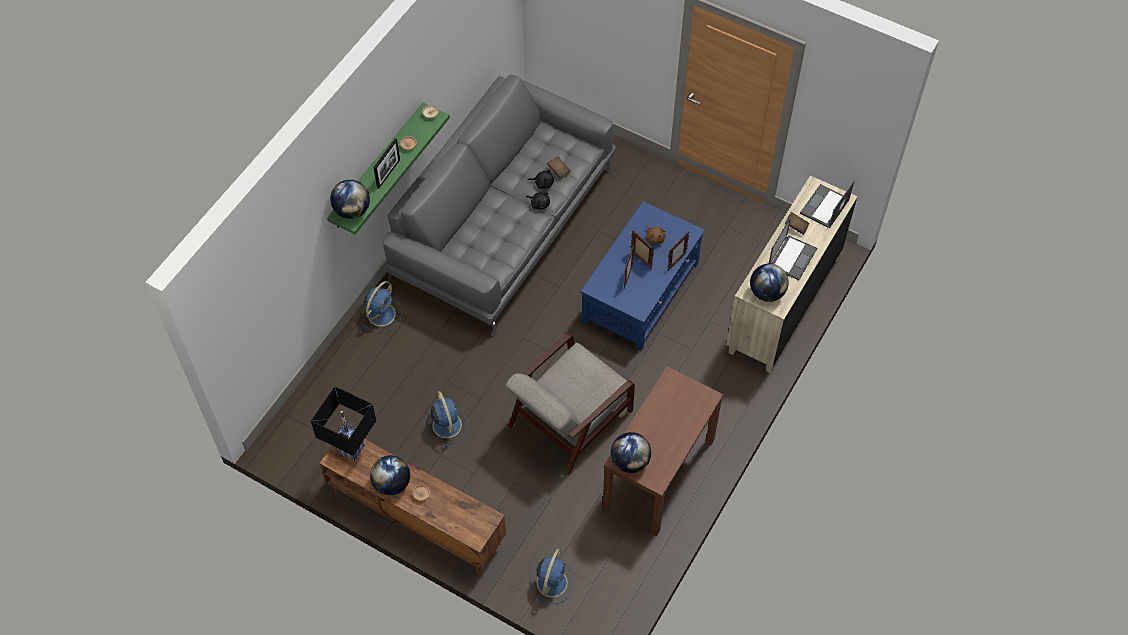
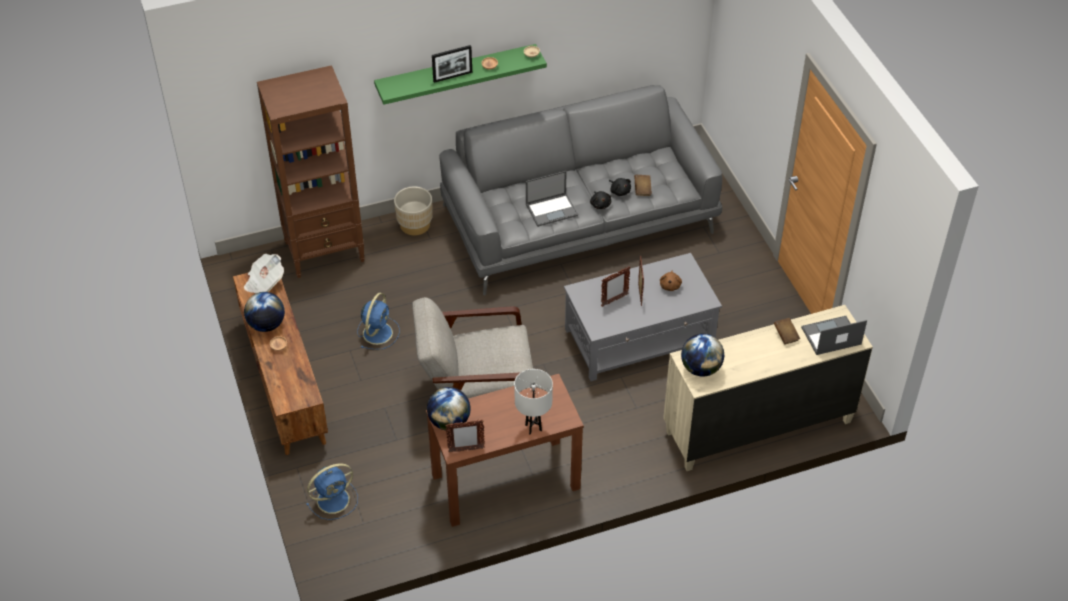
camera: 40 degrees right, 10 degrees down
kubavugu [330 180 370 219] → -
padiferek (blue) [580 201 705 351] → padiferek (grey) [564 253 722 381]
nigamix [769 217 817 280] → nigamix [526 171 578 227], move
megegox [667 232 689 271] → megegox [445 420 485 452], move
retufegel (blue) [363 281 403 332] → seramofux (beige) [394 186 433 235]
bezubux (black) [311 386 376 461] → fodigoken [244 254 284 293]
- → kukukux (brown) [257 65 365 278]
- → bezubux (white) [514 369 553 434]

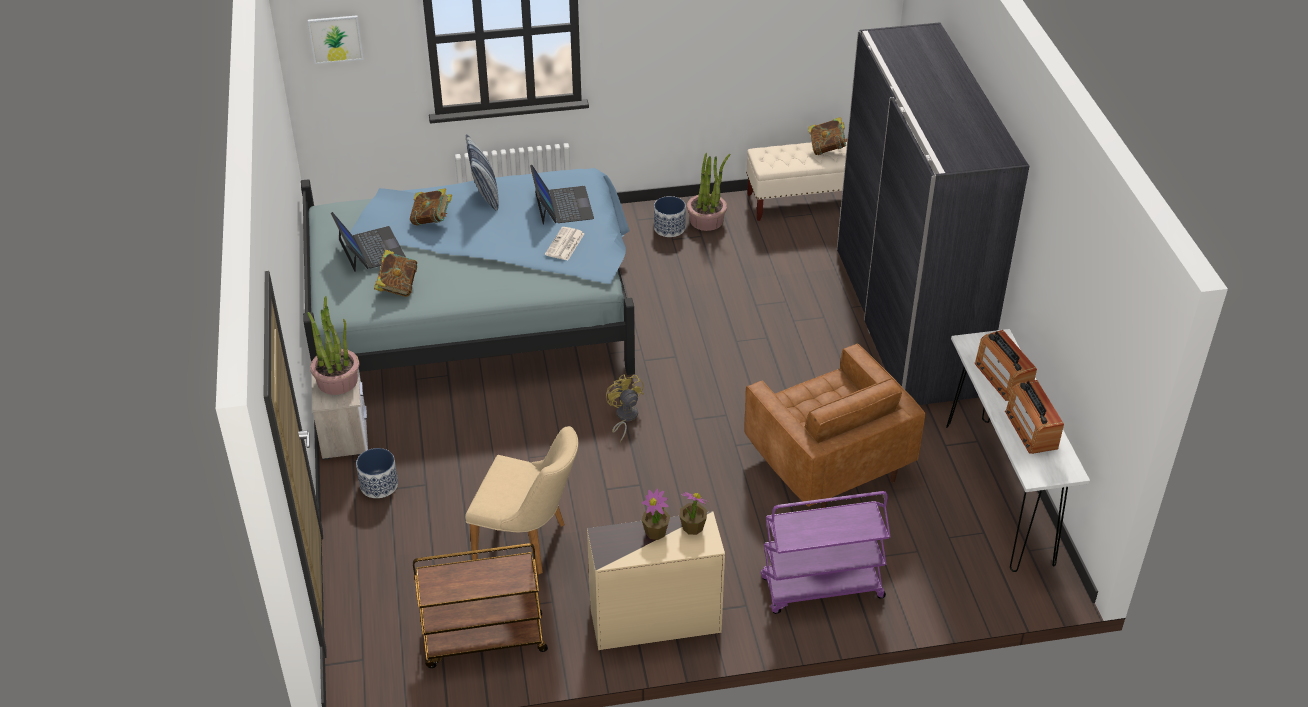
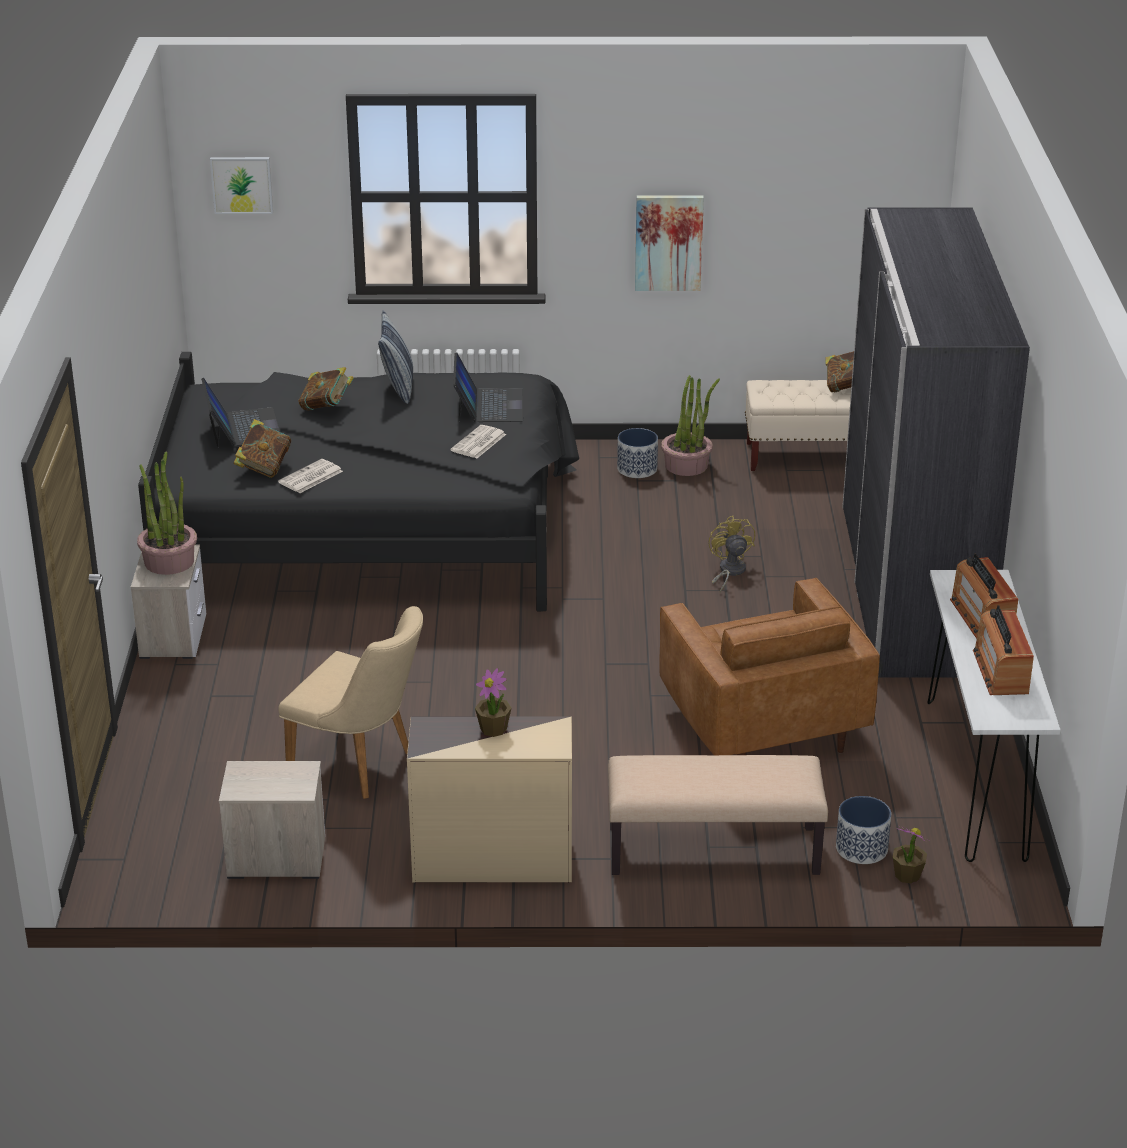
camera: 10 degrees right, 10 degrees down
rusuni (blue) [301 168 635 375] → rusuni (black) [138 352 579 611]
retufegel (yellow) [606 374 644 442] → retufegel (yellow) [708 516 755 593], move
seramofux [356 448 398 498] → seramofux [836 796 891 864], move
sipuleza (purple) [761 491 891 614] → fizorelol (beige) [608 755 828 875]
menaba [680 492 708 535] → menaba [892 826 928 884], move
sipuleza (brown) [413 543 548 668] → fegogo [219 761 325 879]
- → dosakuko [635 195 704 291]
- → fodigoken [278 459 343 493]

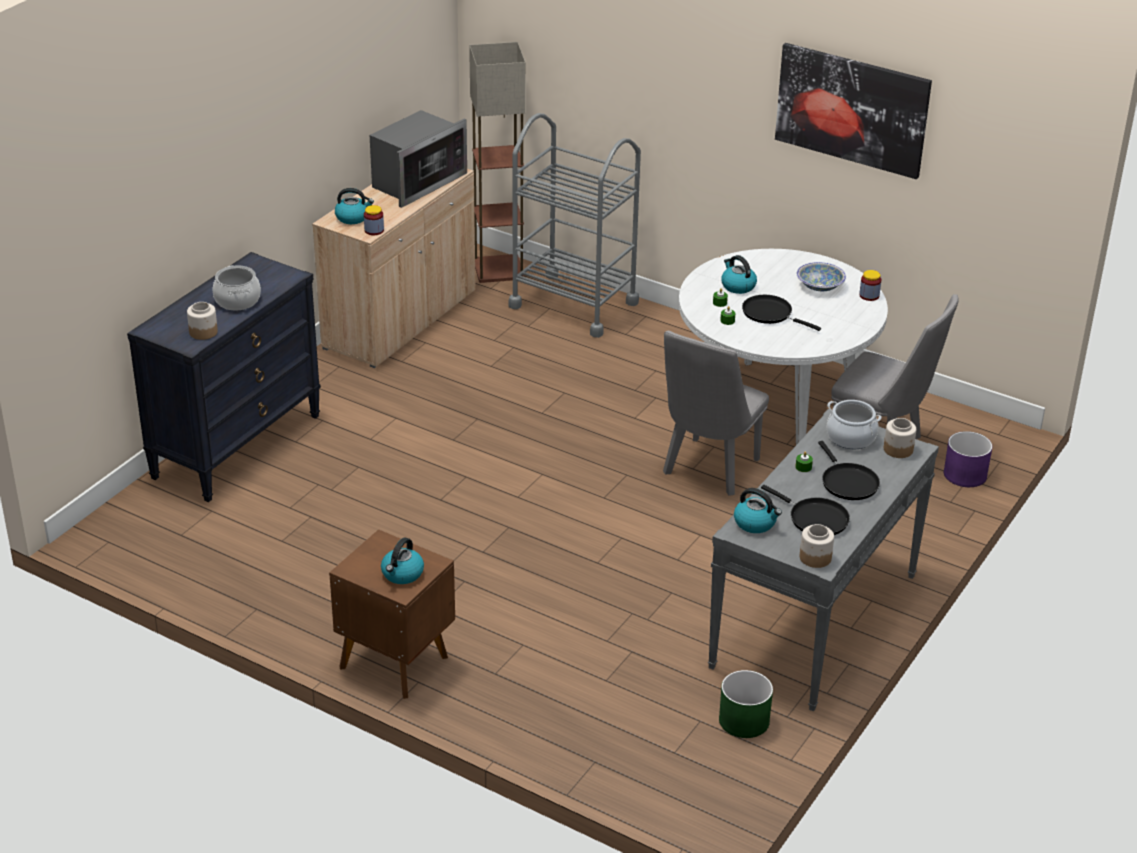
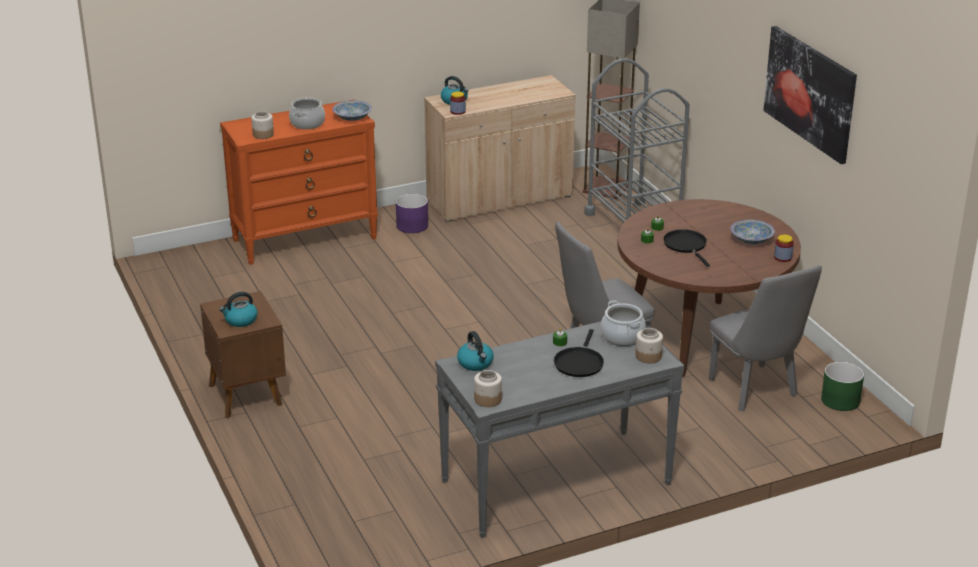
camera: 35 degrees right, 5 degrees down
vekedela [370 110 467 208] → -
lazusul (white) [679 249 888 445] → lazusul (brown) [617 199 801 377]
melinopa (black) [127 252 321 502] → melinopa (orange) [220 100 378 265]
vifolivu [721 255 757 294] → -
seramofux (purple) [944 431 992 487] → seramofux (purple) [396 194 428 233], move
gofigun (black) [761 485 850 535] → -
seramofux (green) [719 670 773 738] → seramofux (green) [821 362 864 411], move
- → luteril [333 100 372 121]

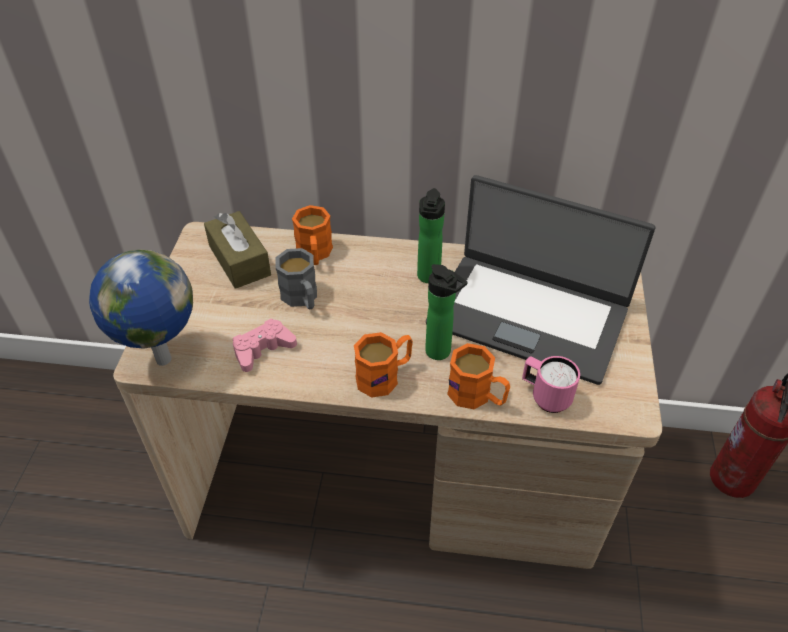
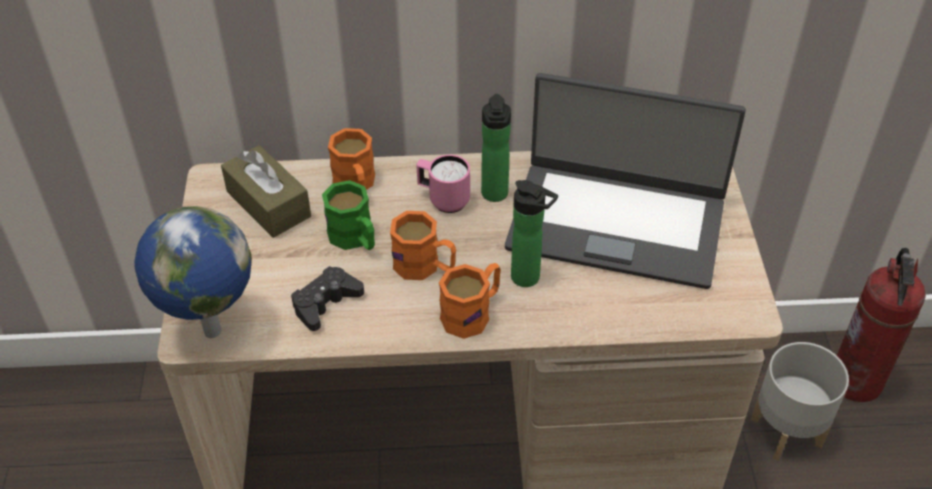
camera: 10 degrees left, 0 degrees up
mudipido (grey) [275 248 317 310] → mudipido (green) [322 180 375 250]
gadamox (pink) [233 319 297 372] → gadamox (black) [291 266 364 331]
mudipido (orange) [447 343 510 409] → mudipido (orange) [390 211 456 280], move
mudipido (pink) [522 356 580 413] → mudipido (pink) [416 154 470 213], move
- → seramofux (grey) [751 342 849 461]

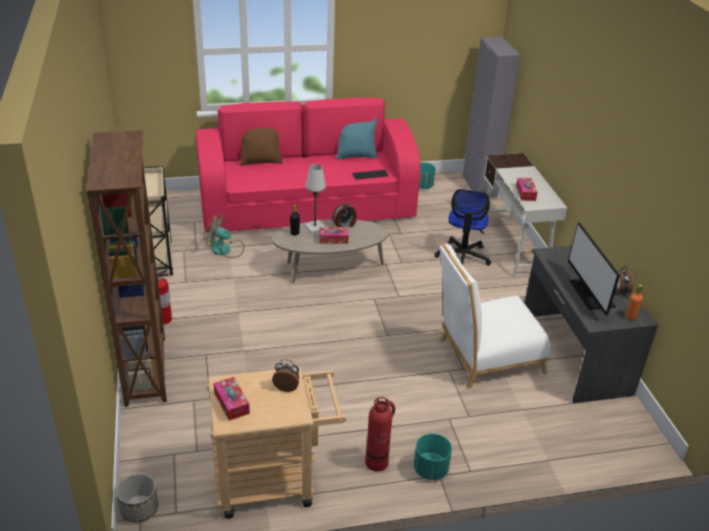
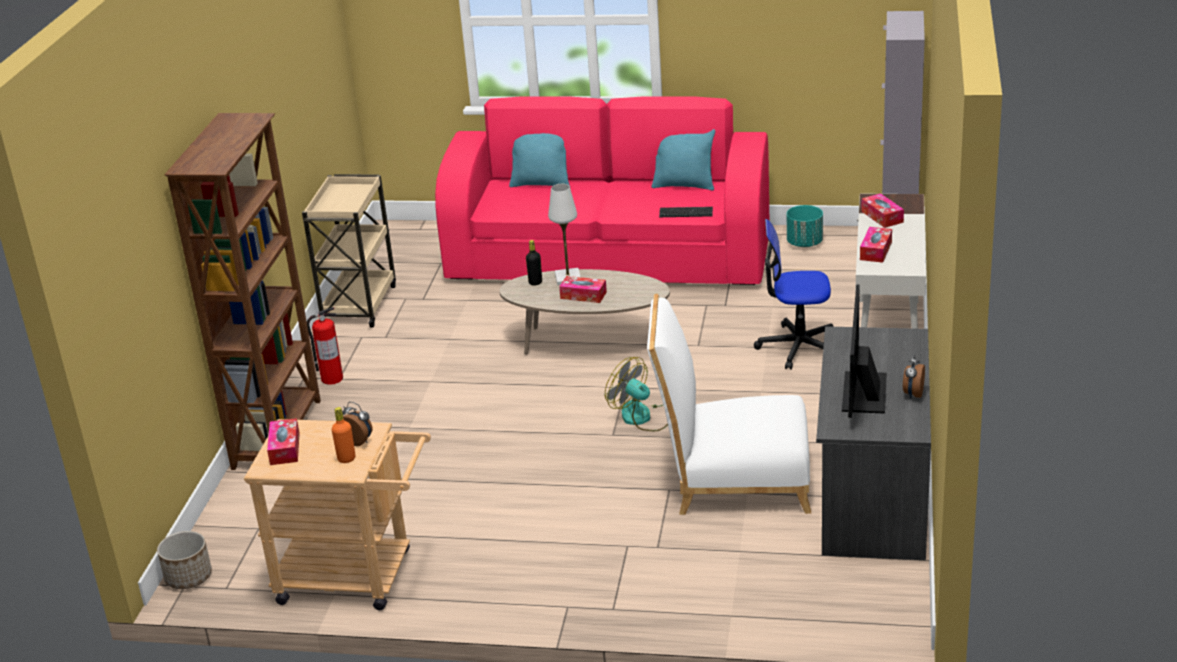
camera: 25 degrees right, 5 degrees down
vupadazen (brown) [240 128 283 166] → vupadazen (turquoise) [509 133 570 187]
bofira [434 189 491 266] → bofira [754 219 834 370], 60 degrees clockwise
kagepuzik [332 203 357 227] → -
retufegel [204 214 244 258] → retufegel [605 357 668 431], move
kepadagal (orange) [625 284 643 320] → kepadagal (orange) [332 407 355 463], move
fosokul [365 397 395 472] → -
seramofux (turquoise) [414 433 452 480] → -
- → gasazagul [861 193 904 228]

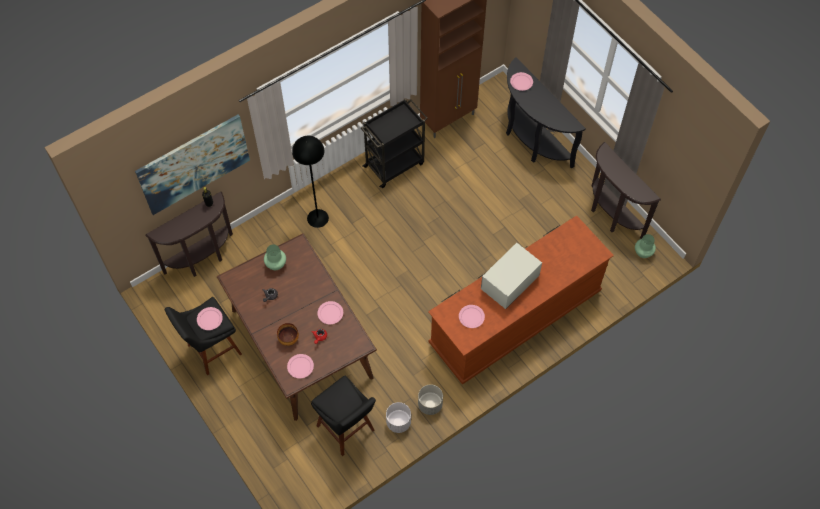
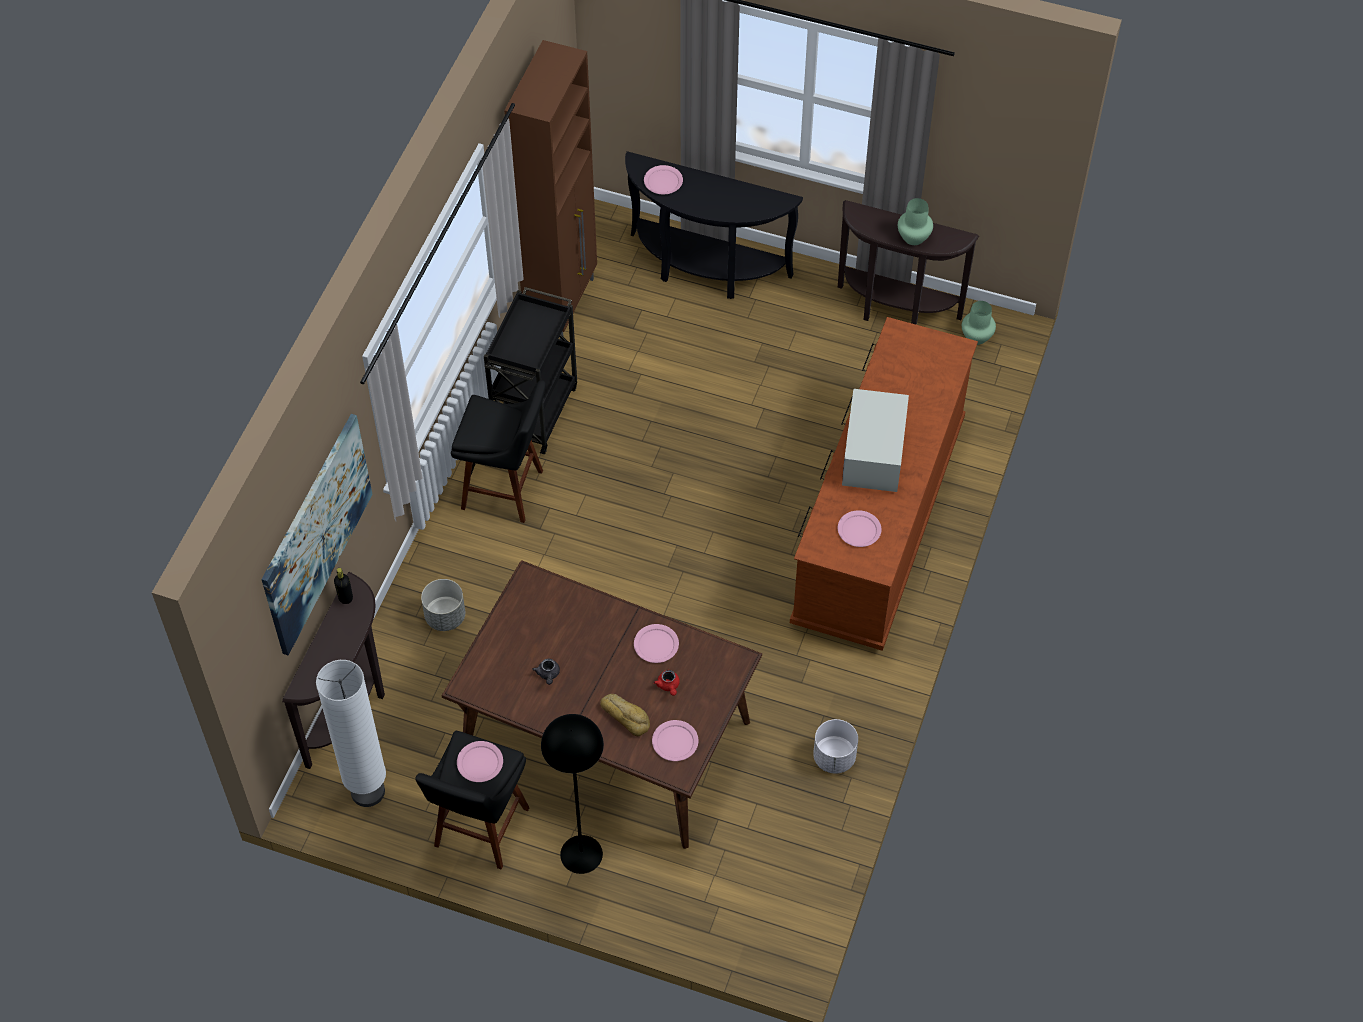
camera: 35 degrees left, 5 degrees down
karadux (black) [292 136 329 228] → karadux (black) [541 714 604 874], move
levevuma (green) [264 244 286 270] → levevuma (green) [898 198 933 245], move
luteril [277 323 299 346] → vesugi [600 694 650 736]
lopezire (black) [311 375 376 456] → lopezire (black) [451 380 546 523], move
seramofux (grey) [418 384 443 415] → seramofux (grey) [421 579 465 631], move
- → karadux (white) [316 660 386 807]

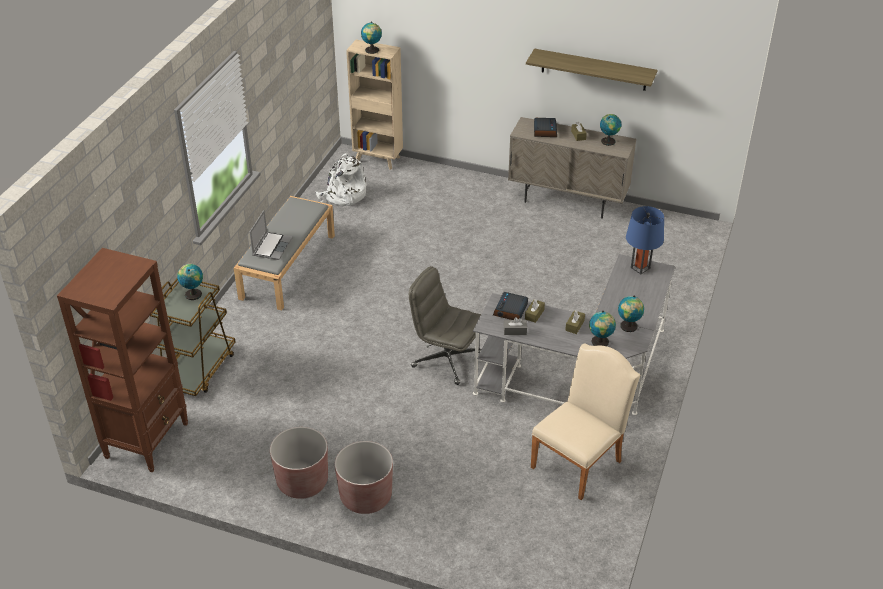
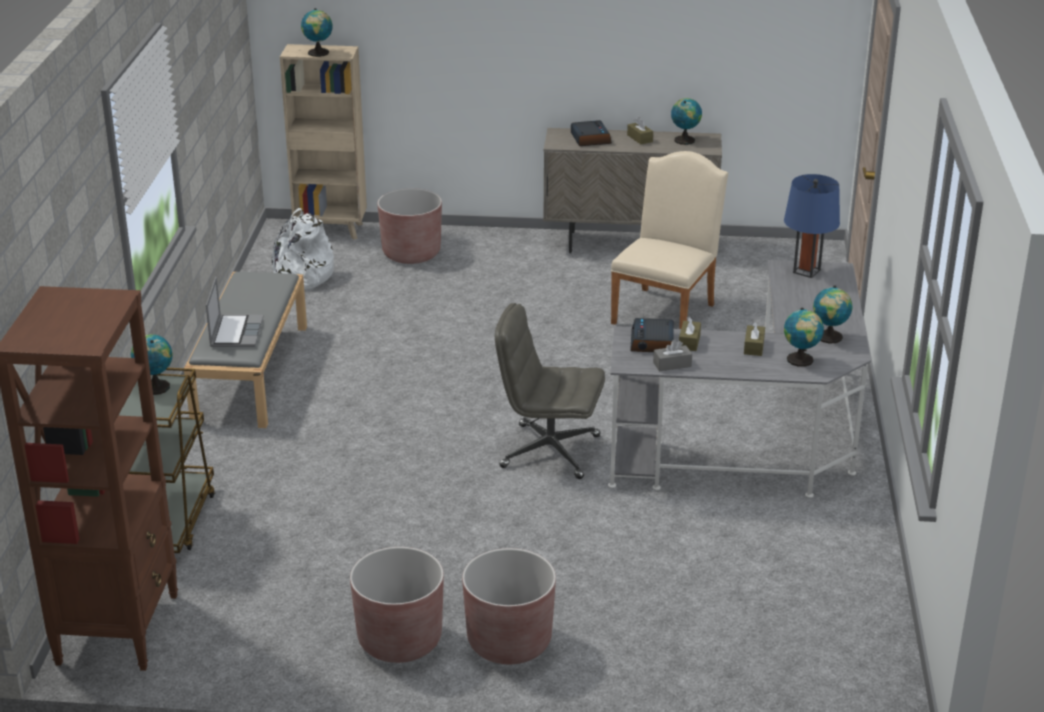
camera: 15 degrees left, 10 degrees down
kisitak [526 49 658 91] → -
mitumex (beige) [531 343 640 500] → mitumex (beige) [611 151 728 329], move
- → seramofux (brown) [377 188 442 264]

